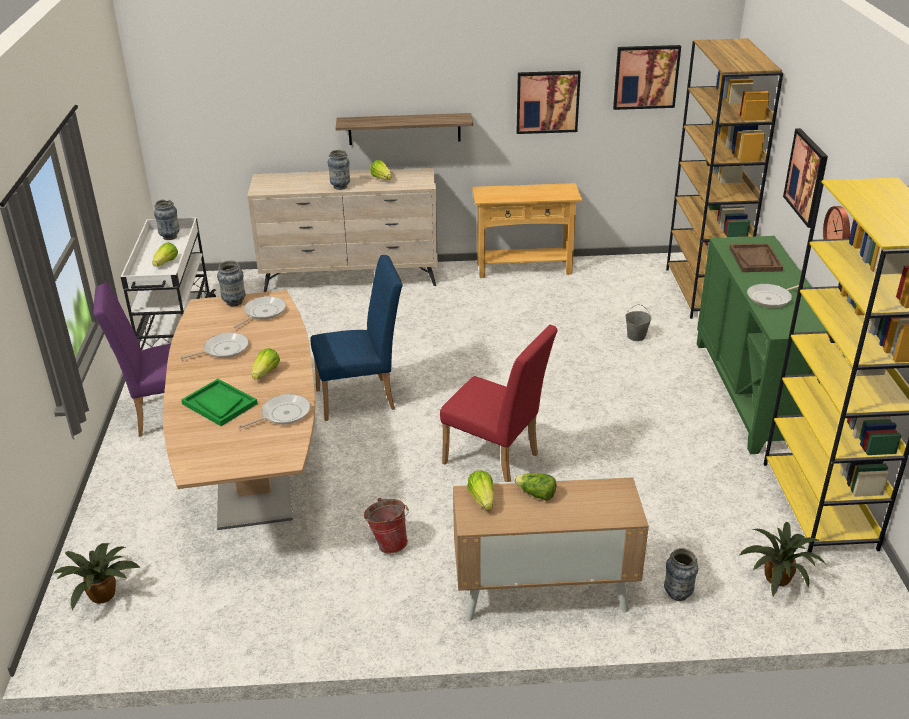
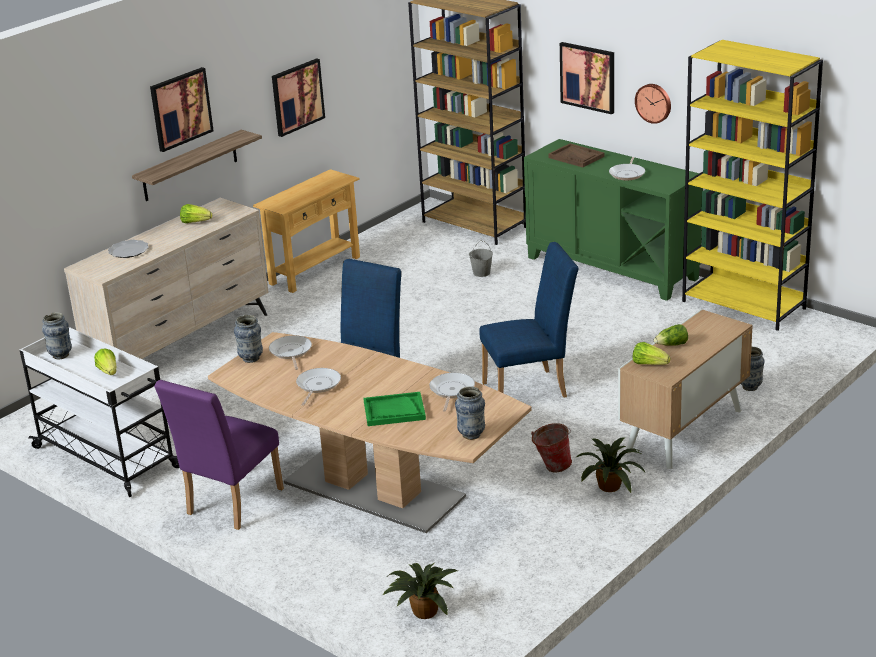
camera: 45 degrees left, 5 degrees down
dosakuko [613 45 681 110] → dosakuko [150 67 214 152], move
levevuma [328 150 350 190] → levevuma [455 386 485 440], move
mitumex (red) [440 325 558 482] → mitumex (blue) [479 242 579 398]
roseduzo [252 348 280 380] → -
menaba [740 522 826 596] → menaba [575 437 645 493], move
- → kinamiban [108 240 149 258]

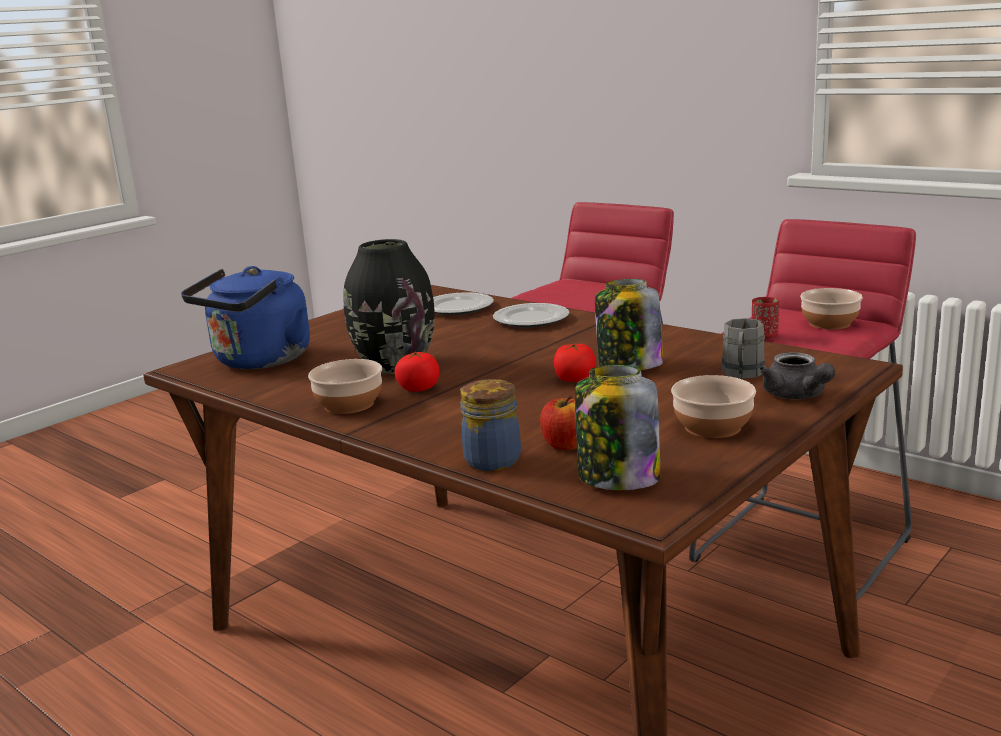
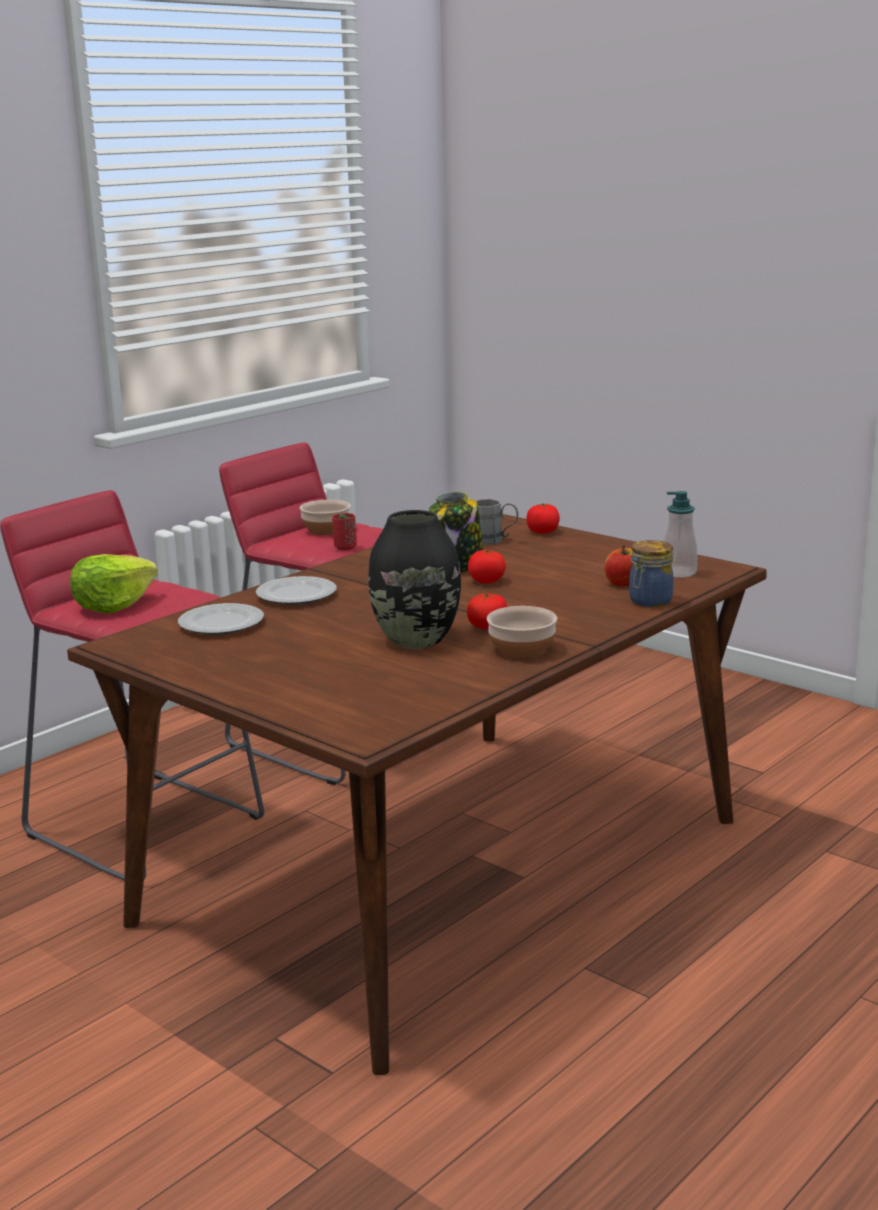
camera: 90 degrees left, 0 degrees up
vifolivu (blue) [181 266 310 369] → -
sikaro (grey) [759 352 835 399] → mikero [526 503 560 534]
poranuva [575 365 660 490] → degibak [663 491 697 578]
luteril [671 375 756 438] → -
- → roseduzo [70 554 158 613]

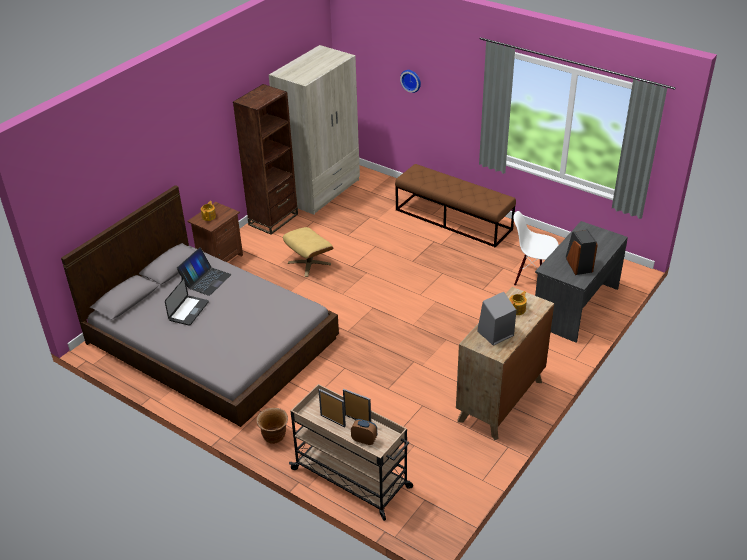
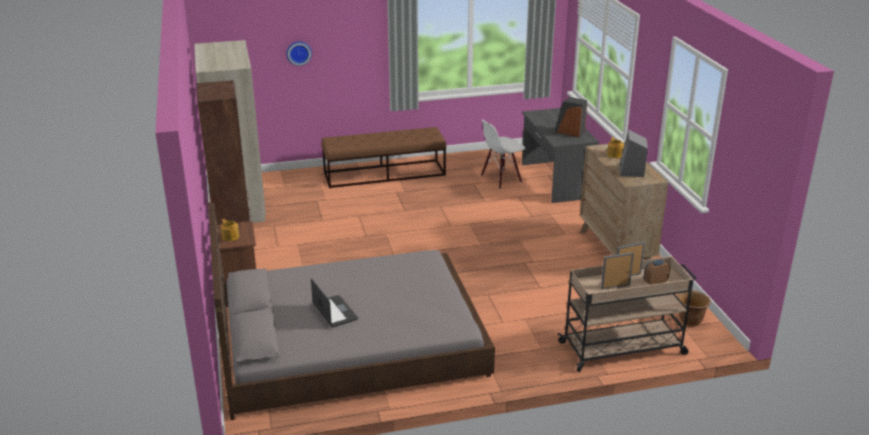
camera: 50 degrees left, 10 degrees down
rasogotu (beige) [283 227 333 277] → -
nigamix [177 248 232 296] → -
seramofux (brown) [256 408 288 444] → seramofux (brown) [677 290 711 326], move

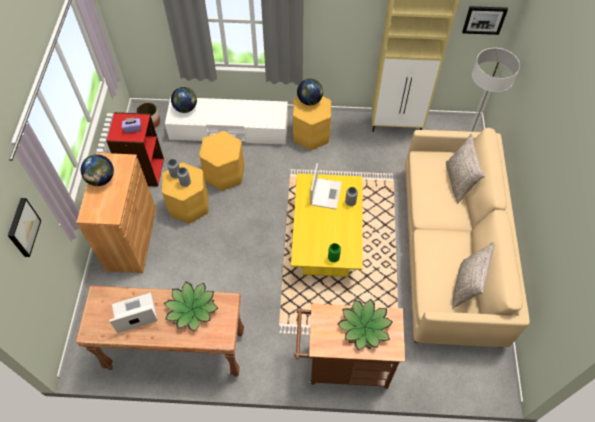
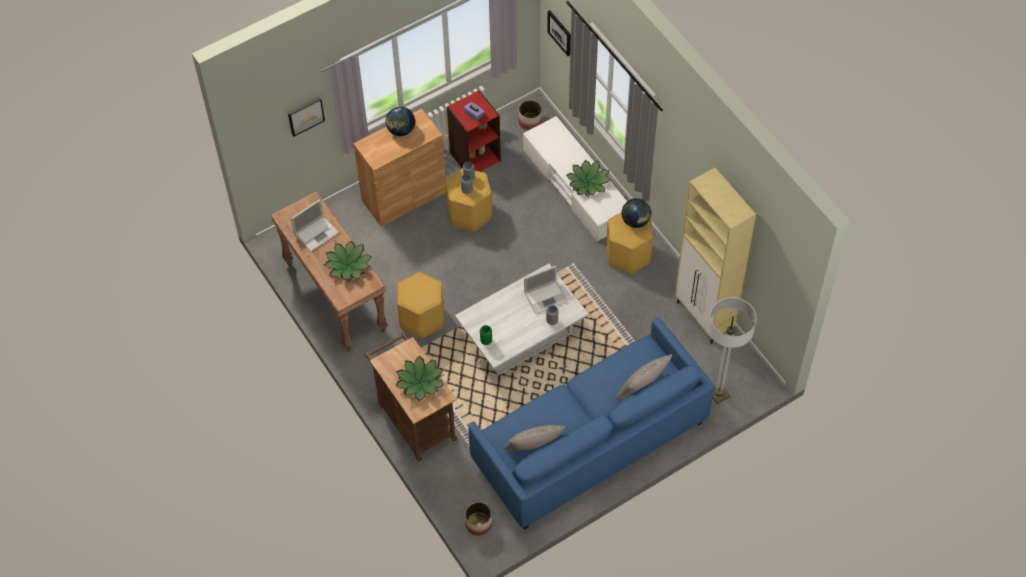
camera: 55 degrees right, 0 degrees up
dosakuko [462 6 508 35] → dosakuko [547 10 571 56], move
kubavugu [171 87 197 113] → -
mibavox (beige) [405 128 530 347] → mibavox (blue) [469 318 714 529]
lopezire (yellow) [199 131 244 191] → lopezire (yellow) [397 272 443 338], move
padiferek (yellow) [291 173 363 277] → padiferek (white) [455 264 589 376]
nigamix [109 292 158 333] → nigamix [291 199 339 252], 105 degrees clockwise
- → menaba [566 160 611 197]
- → seramofux [465 502 492 536]

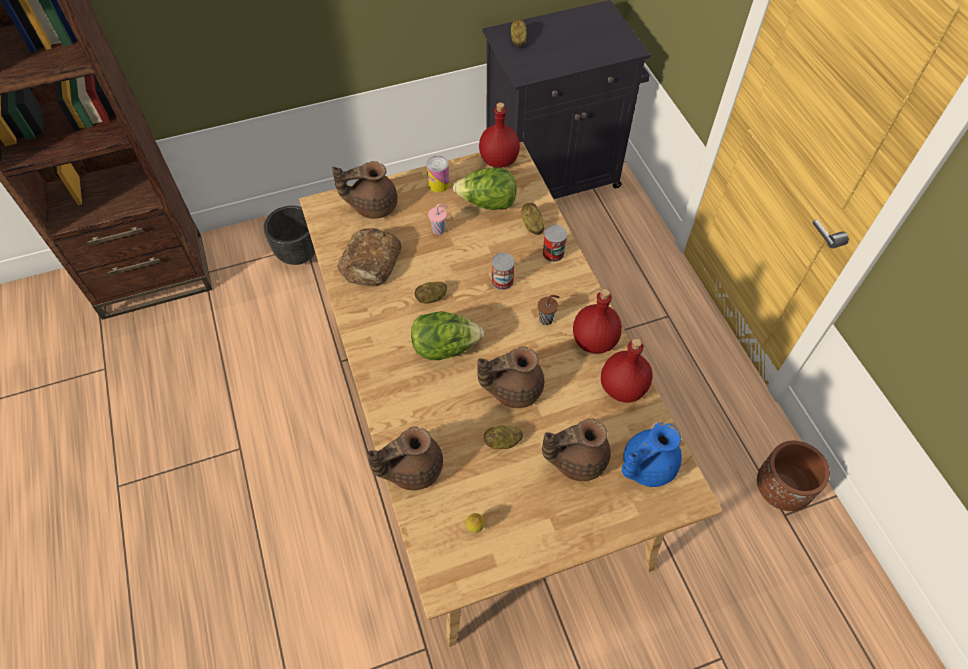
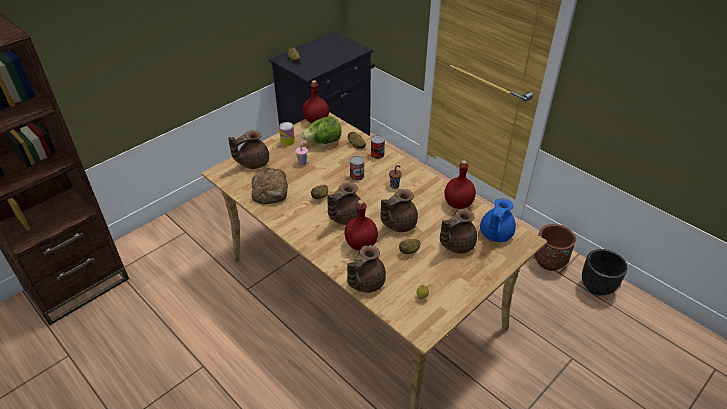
camera: 25 degrees left, 15 degrees down
seramofux (black) [264 205 315 265] → seramofux (black) [582 249 628 295], move
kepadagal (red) [573 289 622 354] → kepadagal (red) [345 200 378 251], move
roseduzo [411 311 484 360] → sikaro (brown) [327 182 361 225]

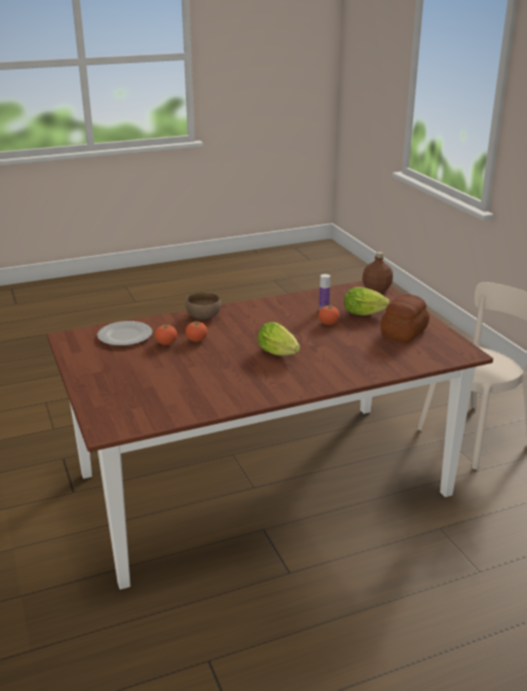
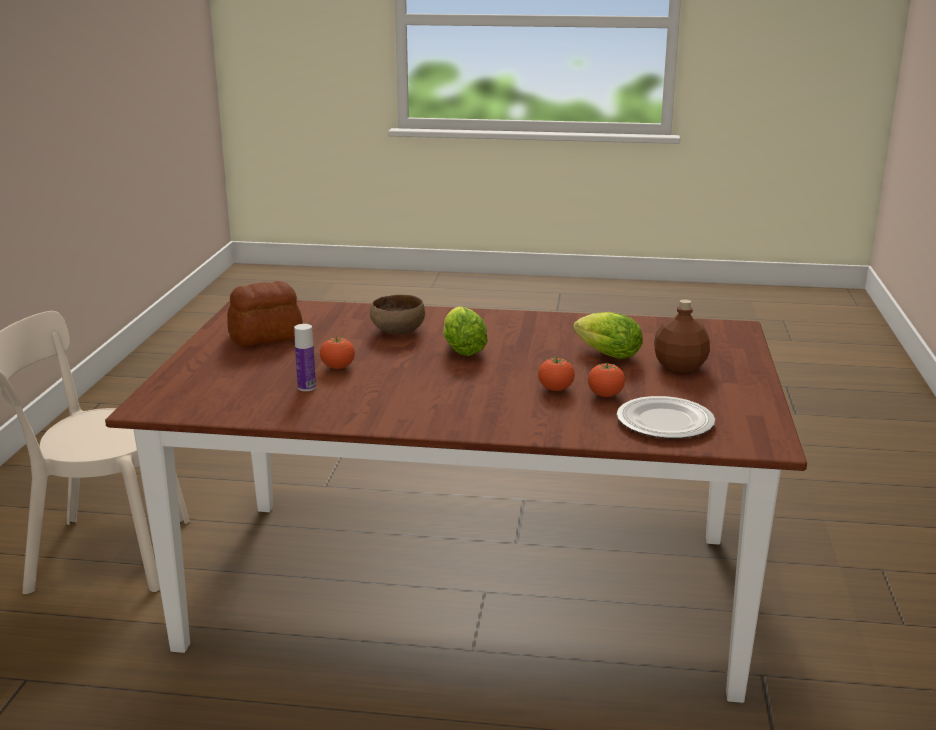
camera: 150 degrees left, 5 degrees down
kepadagal (brown) [362 252 393 292] → kepadagal (brown) [654 299 710 373], move
roseduzo [344 287 390 315] → roseduzo [573 312 643 359], move
luteril (brown) [186 292 221 319] → luteril (brown) [370 295 425 334], move

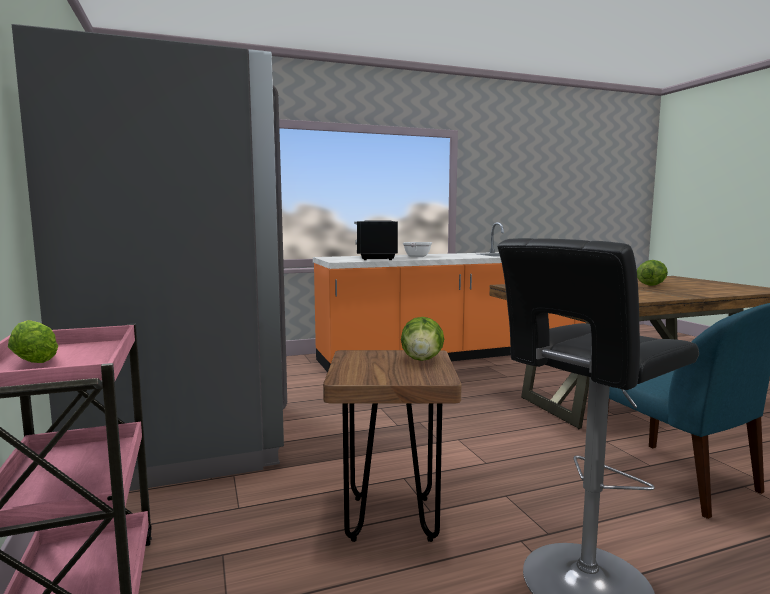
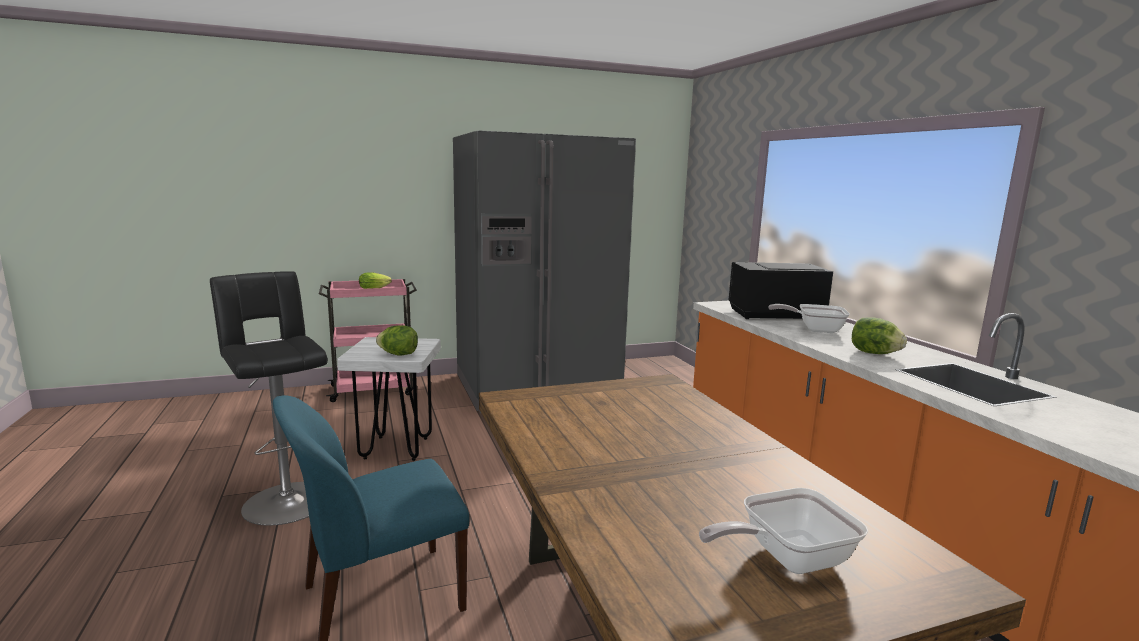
camera: 90 degrees right, 5 degrees up
roseduzo [637 260 668 286] → roseduzo [852 317 907 354], move
lopezire (brown) [323 350 462 542] → lopezire (white) [337 337 441 461]
- → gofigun [699 488 868 574]

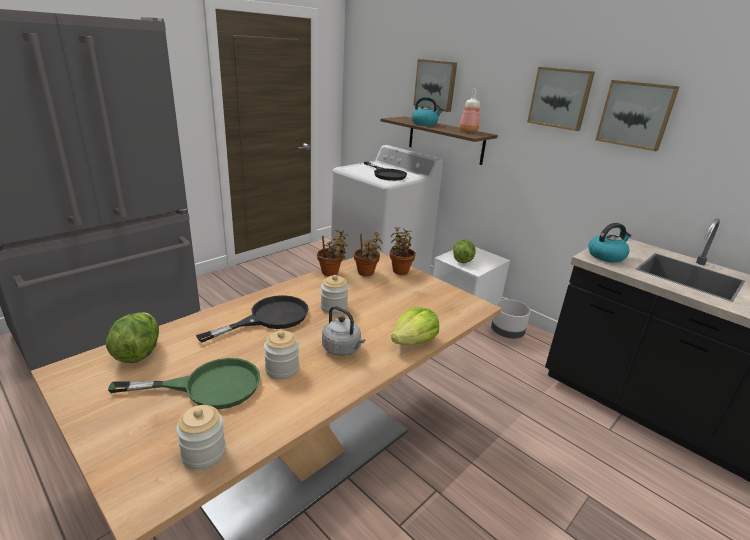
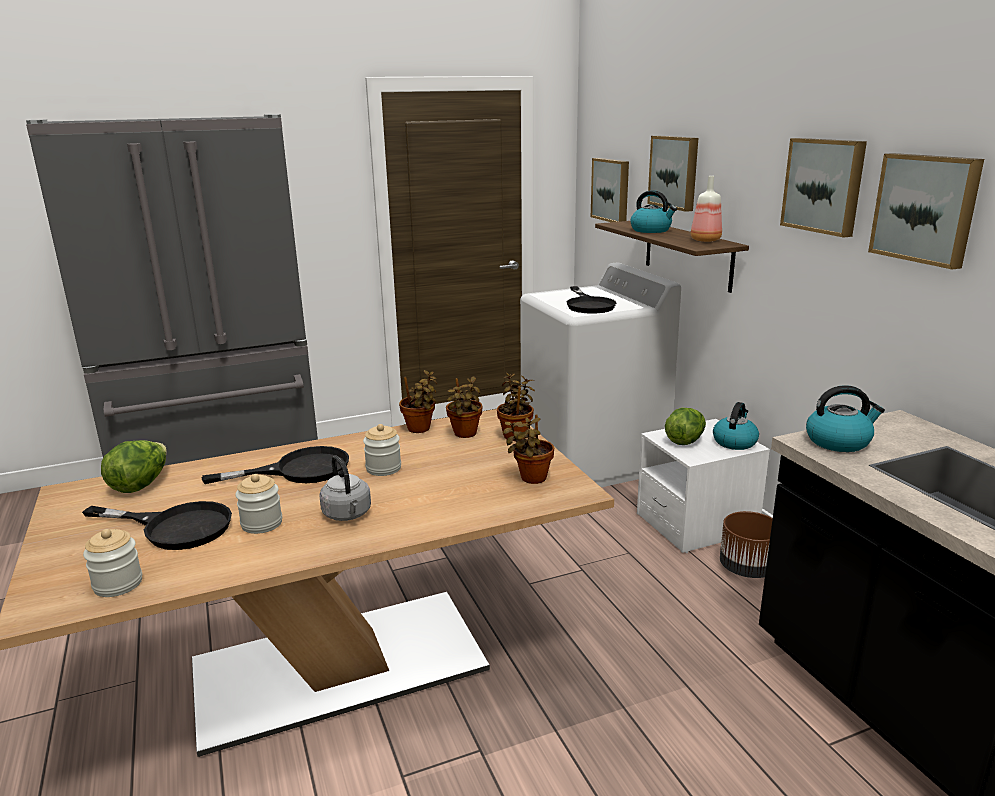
camera: 25 degrees right, 5 degrees down
seramofux (grey) [491 299 531 339] → seramofux (brown) [720 511 773 578]
roseduzo [391 307 439 345] → -
gofigun (green) [108 358 260 409] → gofigun (black) [82 501 232 550]
- → dosakuko [591 158 629 222]
- → vifolivu [713 402 759 450]
- → menaba [503 414 554 484]

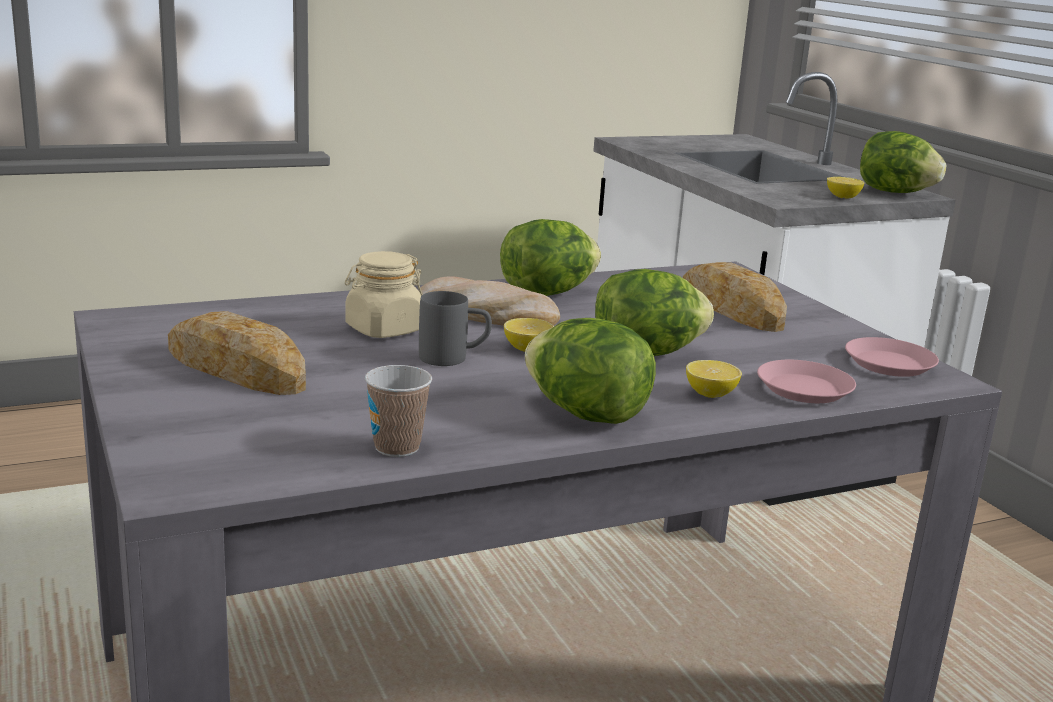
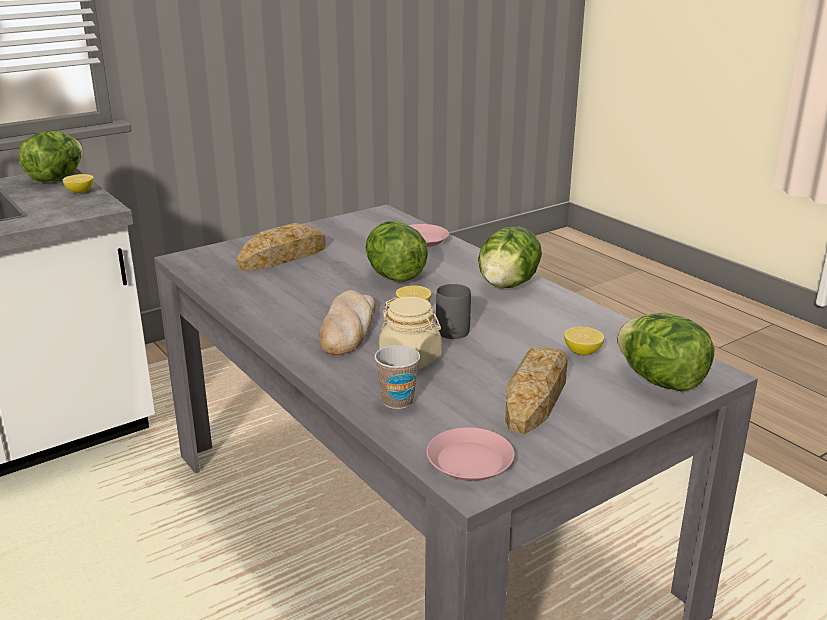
camera: 100 degrees left, 5 degrees up
roseduzo [500 219 601 296] → roseduzo [617 313 714 392], move
kinamiban (pink) [845 337 939 377] → kinamiban (pink) [427 427 515 481], move
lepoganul [686 360 742 398] → lepoganul [564 327 604 356], move
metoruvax [365 365 432 457] → metoruvax [374 345 420 409], move

